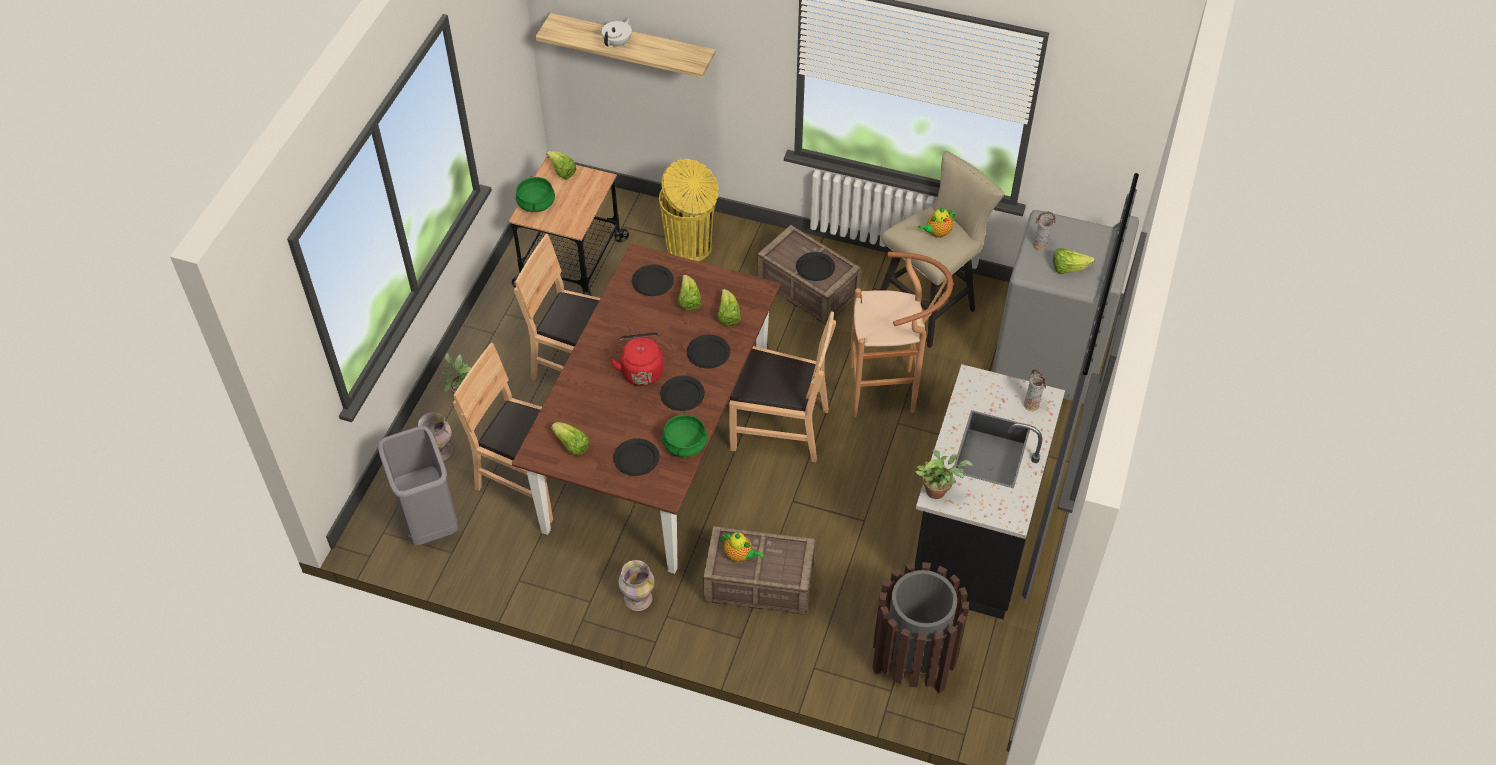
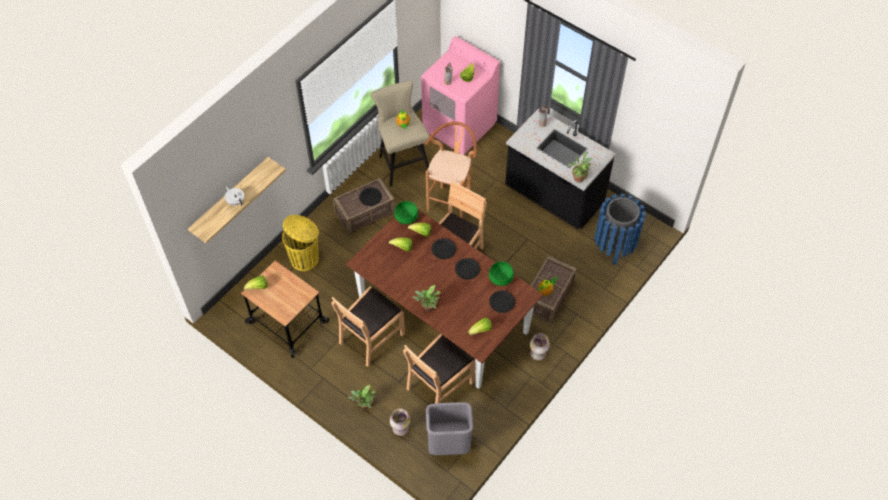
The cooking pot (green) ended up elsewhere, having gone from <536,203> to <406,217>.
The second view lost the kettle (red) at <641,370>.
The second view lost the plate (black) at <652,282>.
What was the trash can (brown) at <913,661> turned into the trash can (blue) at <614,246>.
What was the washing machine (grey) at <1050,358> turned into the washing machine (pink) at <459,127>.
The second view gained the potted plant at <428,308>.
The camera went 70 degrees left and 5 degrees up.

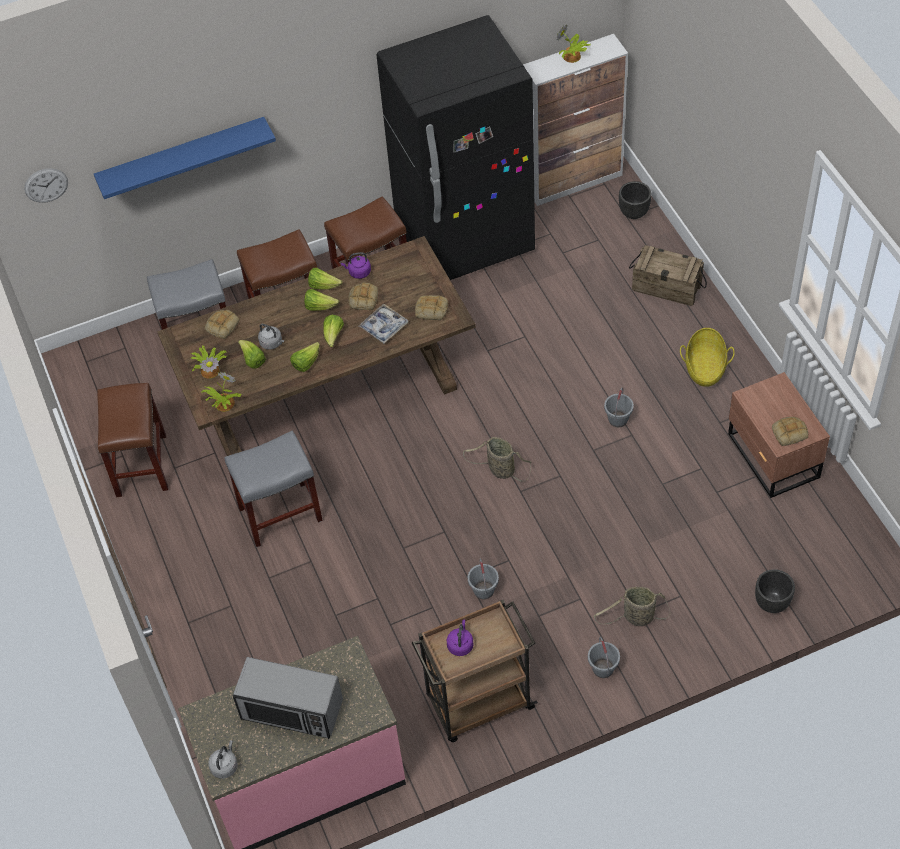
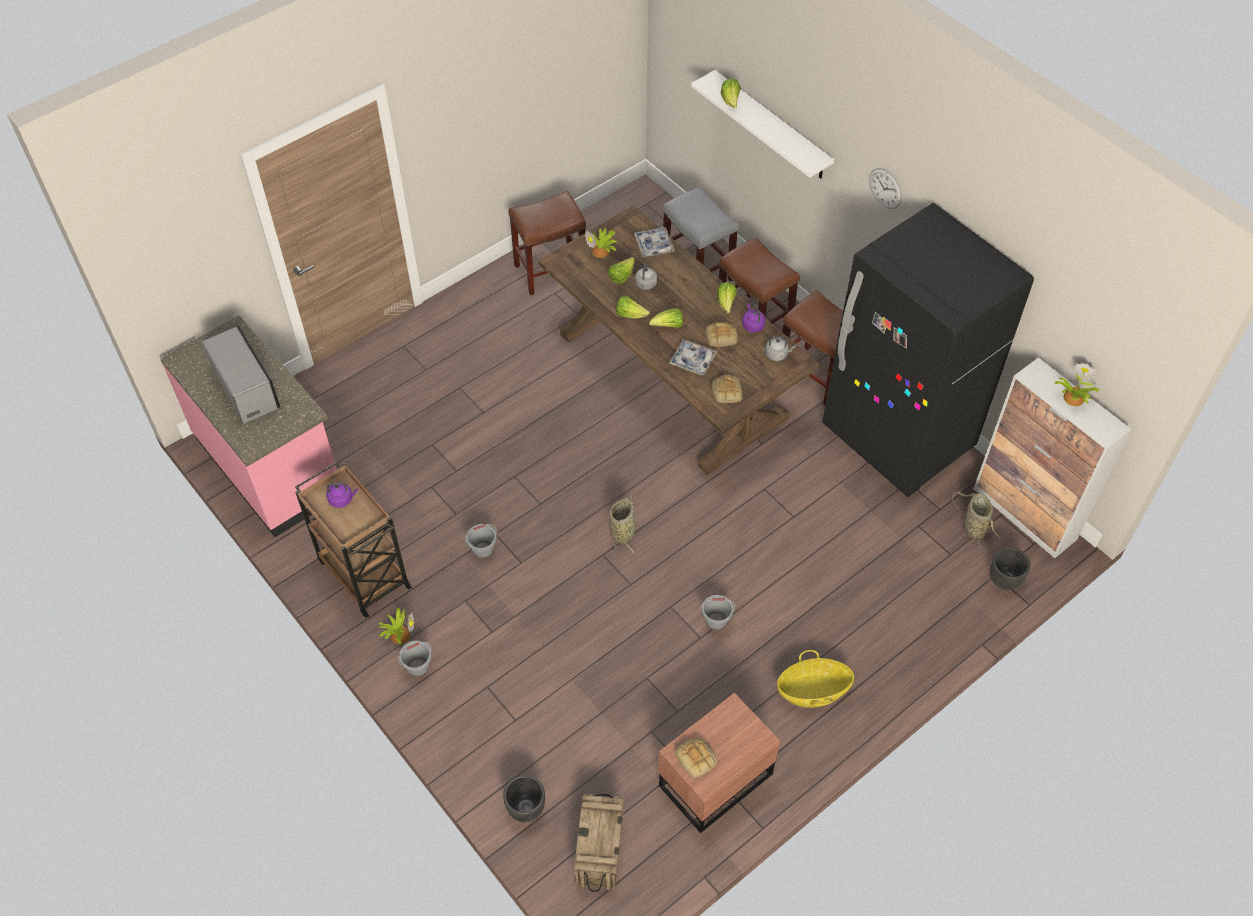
The wall clock ended up elsewhere, having gone from <46,185> to <885,188>.
What was the shelf (blue) at <182,156> turned into the shelf (white) at <771,126>.
The potted plant ended up elsewhere, having gone from <223,404> to <399,634>.
Where the bread stood at <222,325>, the tray came to stand at <654,245>.
The kettle (grey) ended up elsewhere, having gone from <225,766> to <777,354>.
The second view lost the stool (grey) at <279,515>.
The microwave at <292,710> ended up facing another way, 150 degrees clockwise from before.
The lettuce ended up elsewhere, having gone from <320,307> to <730,101>.
The basket ended up elsewhere, having gone from <636,617> to <972,527>.
The crate ended up elsewhere, having gone from <666,287> to <600,850>.
The camera went 70 degrees right and 0 degrees up.

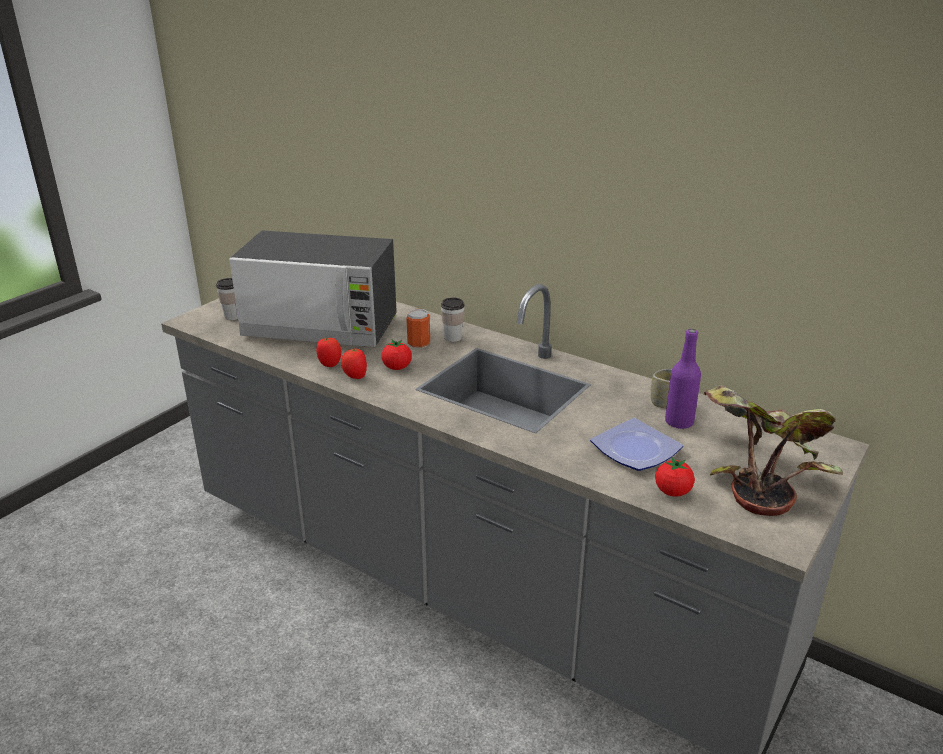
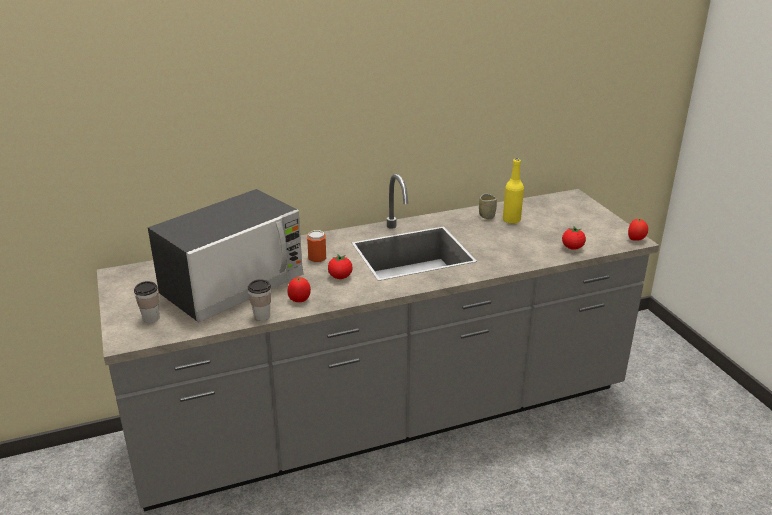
The tomato ended up elsewhere, having gone from <355,377> to <636,239>.
The cup ended up elsewhere, having gone from <453,338> to <262,316>.
The second view lost the plate at <635,451>.
What was the bottle (purple) at <679,422> turned into the bottle (yellow) at <511,220>.
The second view lost the potted plant at <757,474>.
The camera went 55 degrees left and 0 degrees up.

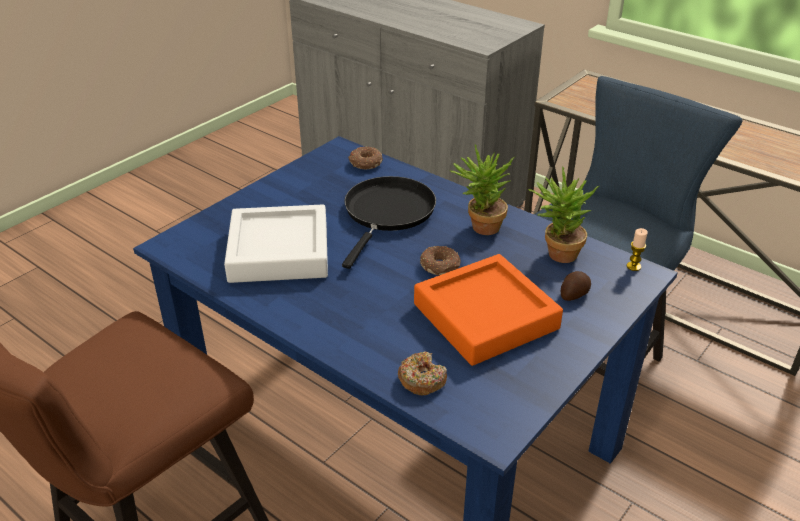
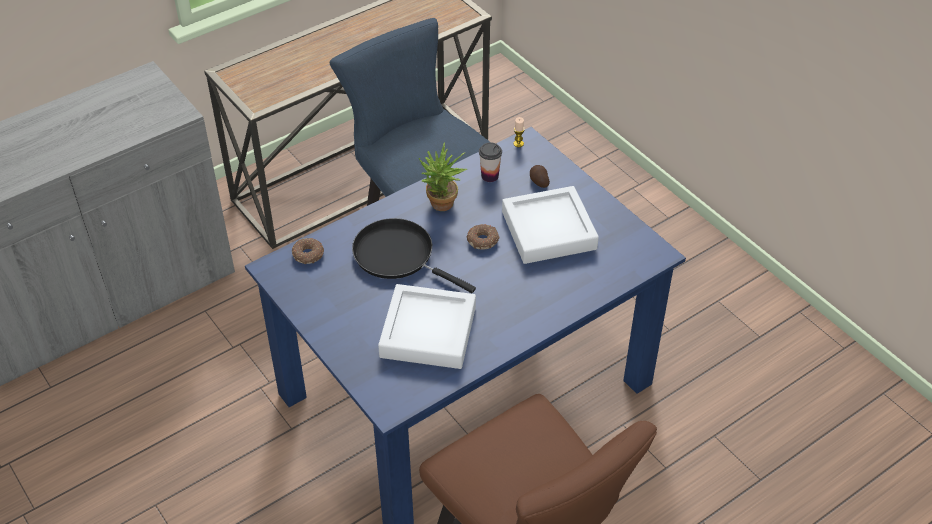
The second view lost the donut at <422,380>.
What was the tray (orange) at <485,316> turned into the tray (white) at <548,230>.
Where the potted plant stood at <556,253>, the cup came to stand at <490,176>.
The camera went 75 degrees left and 10 degrees up.

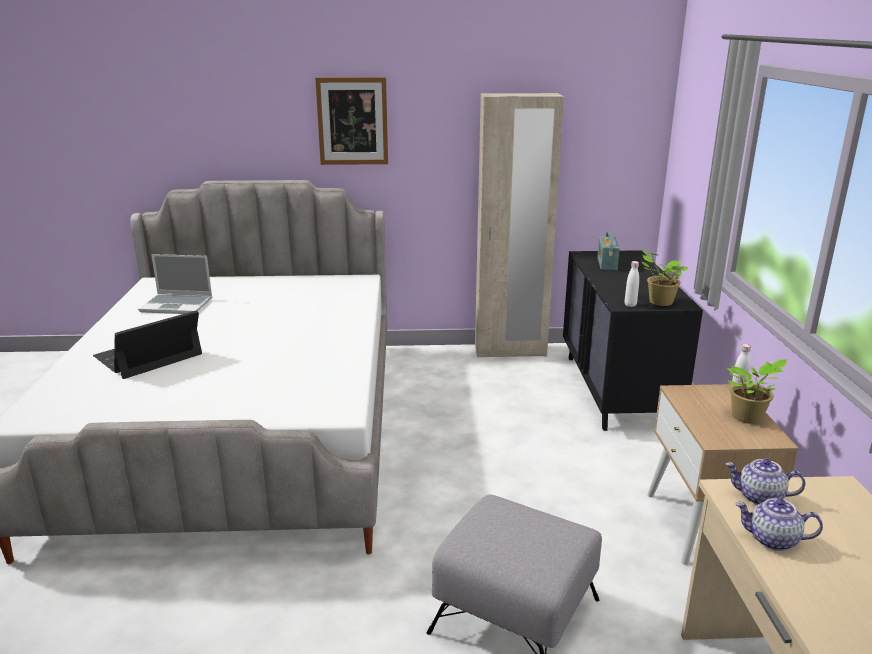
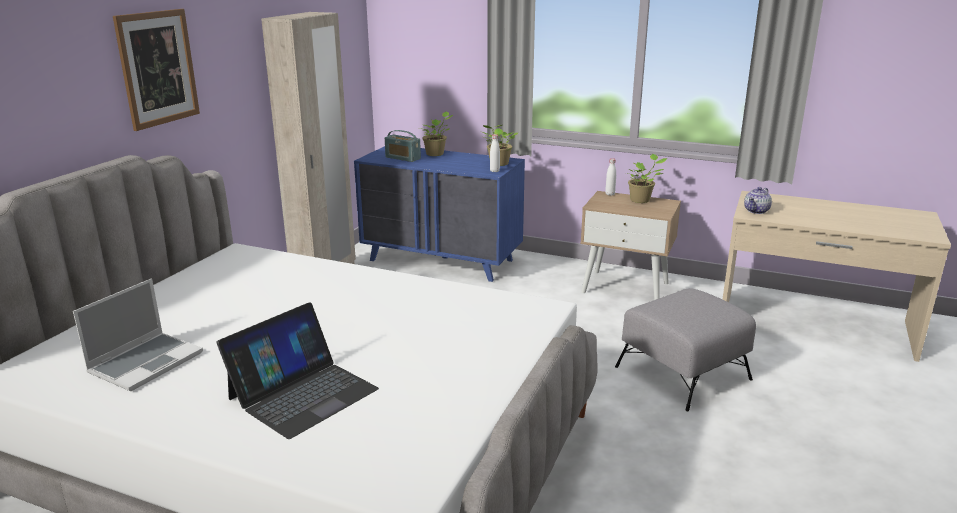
The laptop at <148,355> ended up facing another way, 120 degrees counterclockwise from before.
What was the dresser (black) at <616,391> turned into the dresser (blue) at <442,260>.
The second view lost the teapot at <772,540>.
The second view gained the potted plant at <436,154>.
The camera went 65 degrees left and 0 degrees up.

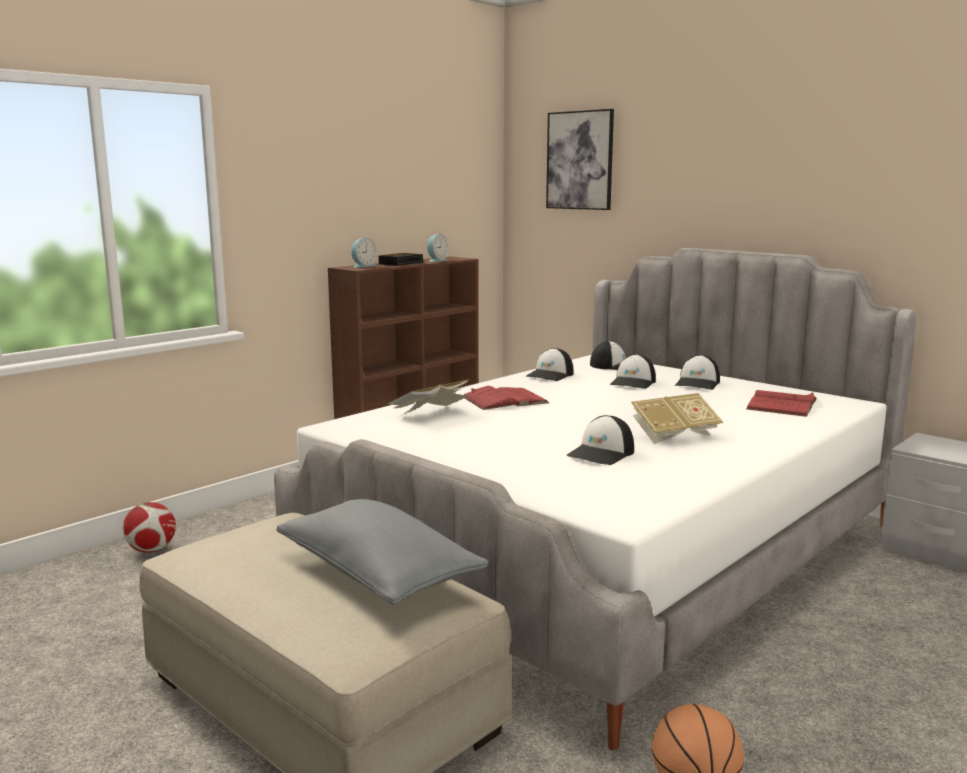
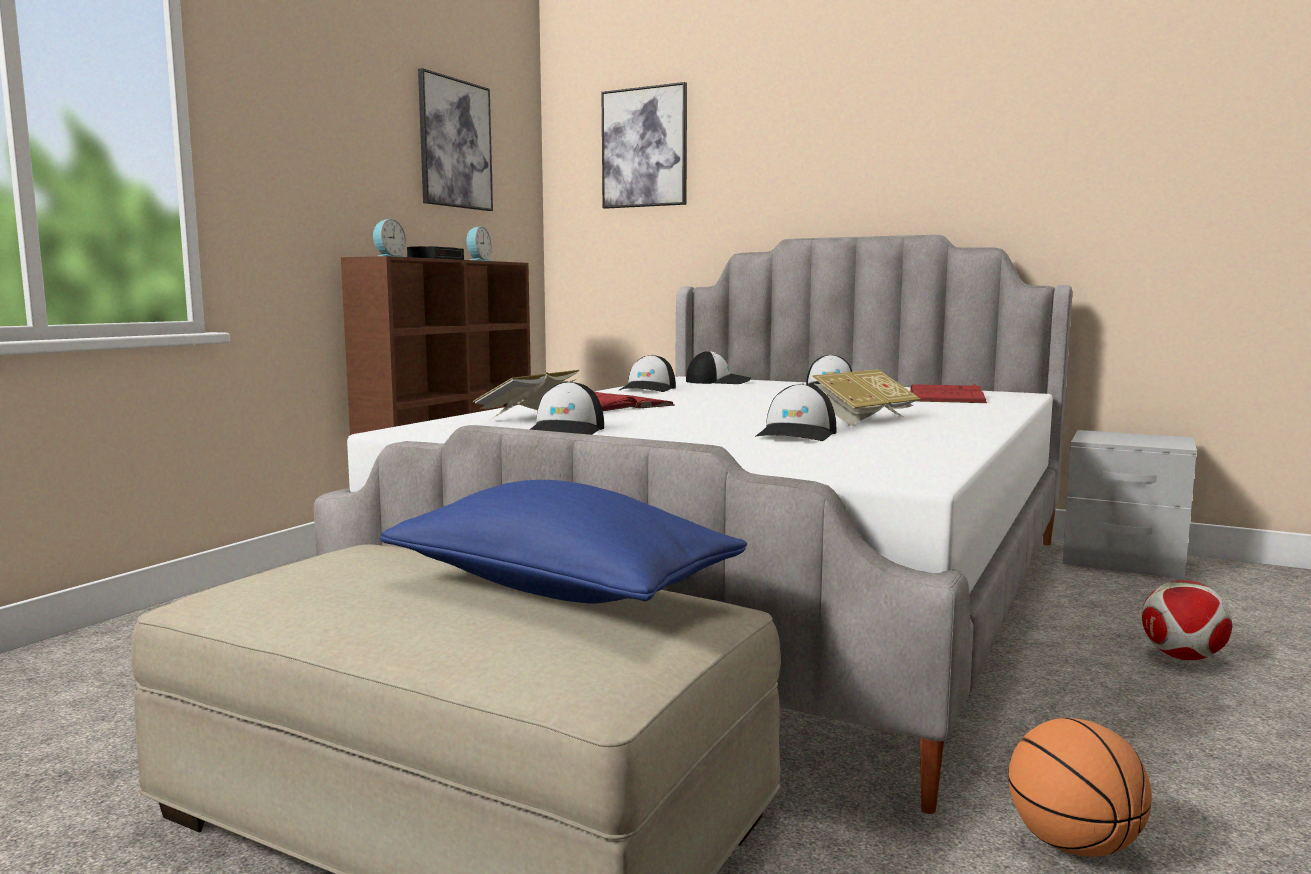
The football ended up elsewhere, having gone from <151,550> to <1182,657>.
What was the pillow (grey) at <378,574> turned into the pillow (blue) at <561,589>.
The cap ended up elsewhere, having gone from <633,383> to <566,431>.
The second view gained the picture at <455,144>.
The camera went 15 degrees left and 5 degrees down.

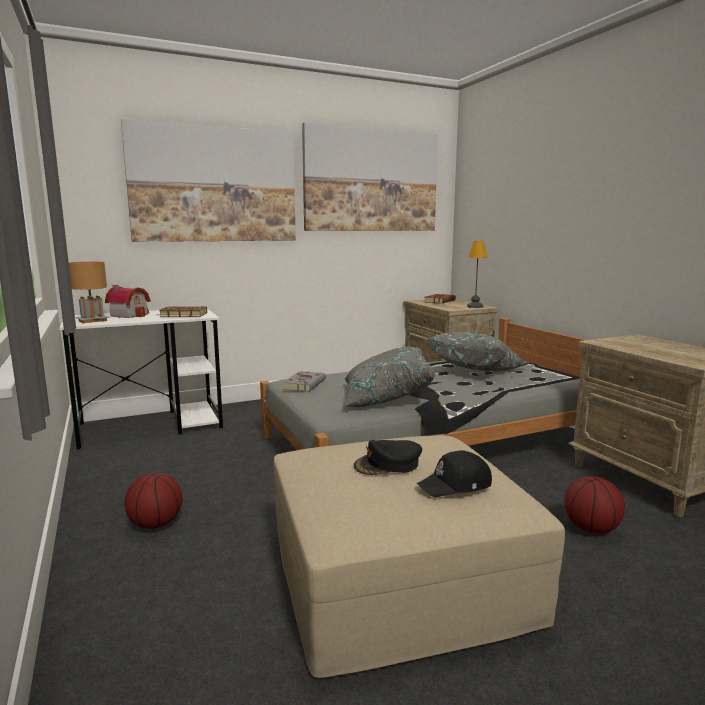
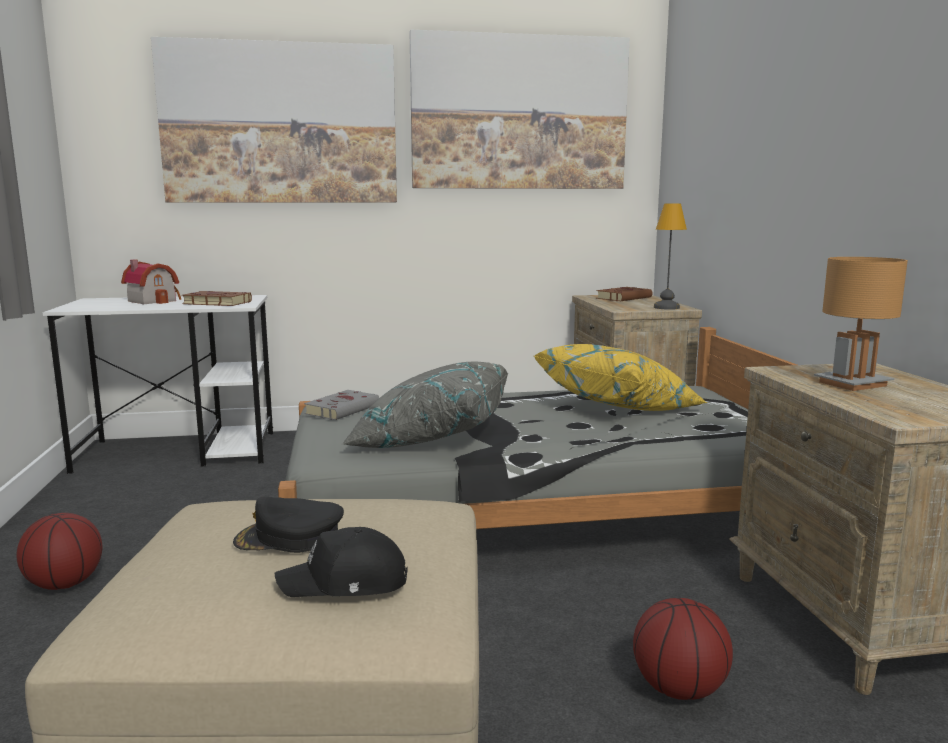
The table lamp (brown) ended up elsewhere, having gone from <92,320> to <853,384>.
What was the pillow (grey) at <476,371> turned into the pillow (yellow) at <619,408>.
The camera went 15 degrees right and 0 degrees up.

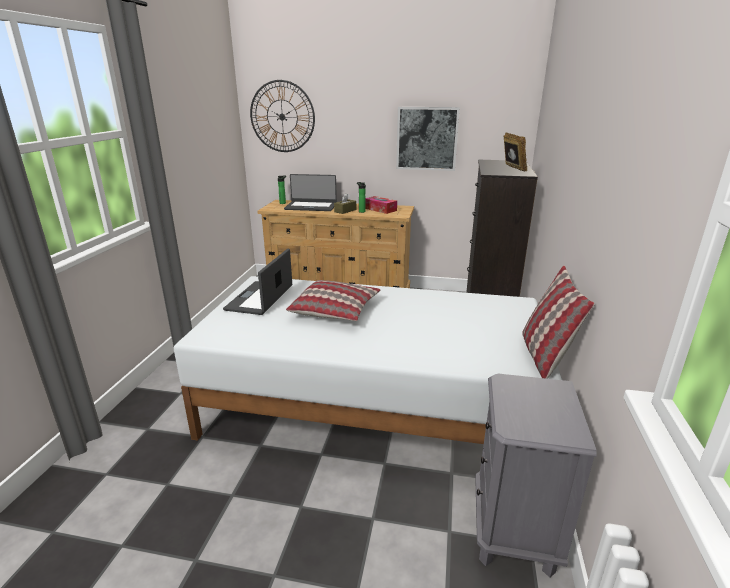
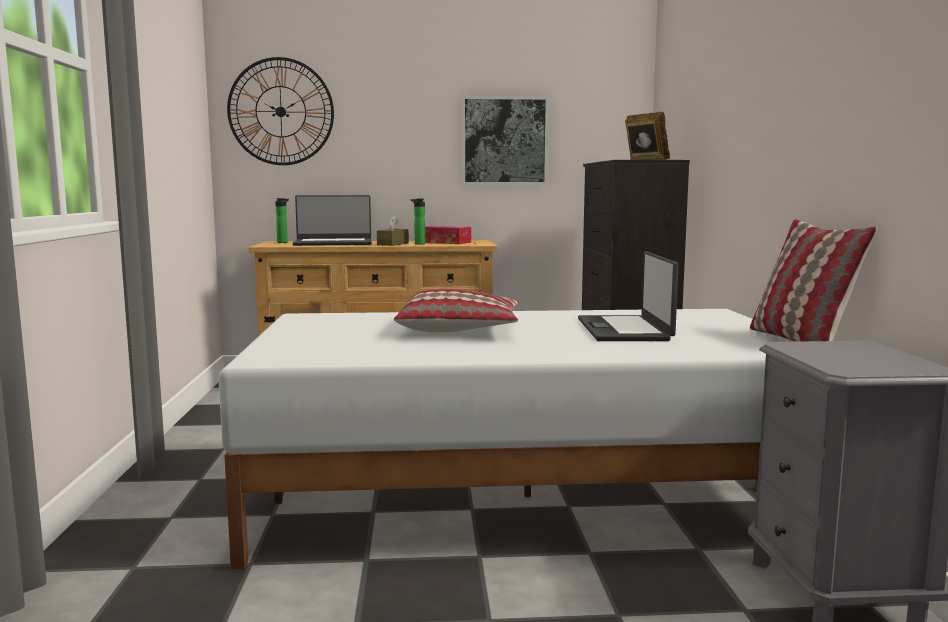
The laptop ended up elsewhere, having gone from <261,298> to <625,329>.
The camera went 15 degrees left and 15 degrees down.

